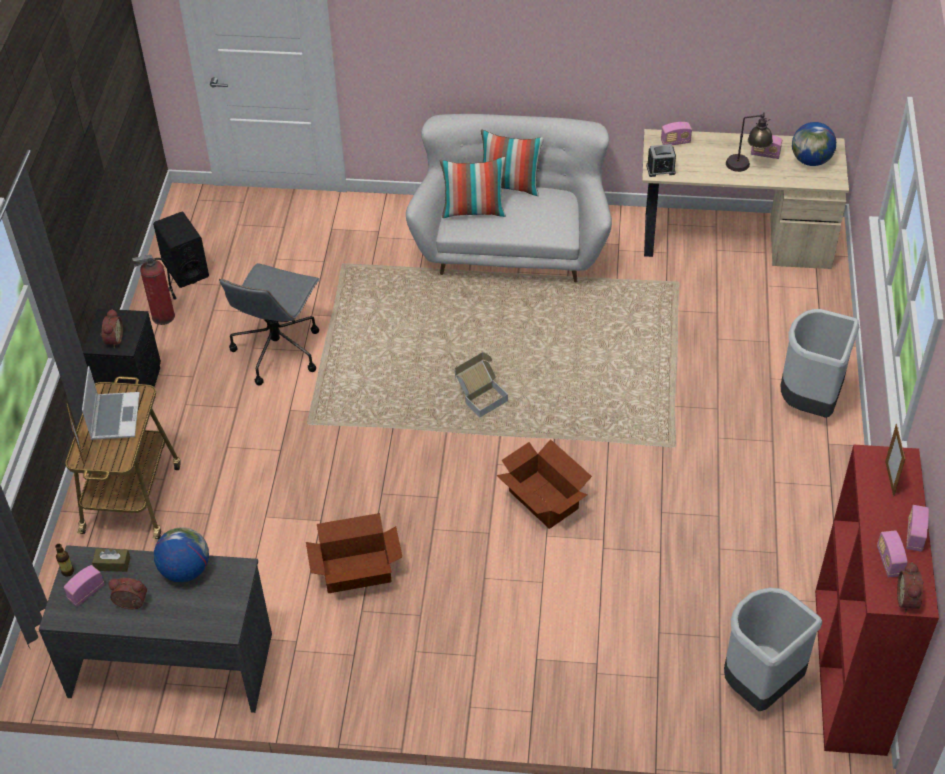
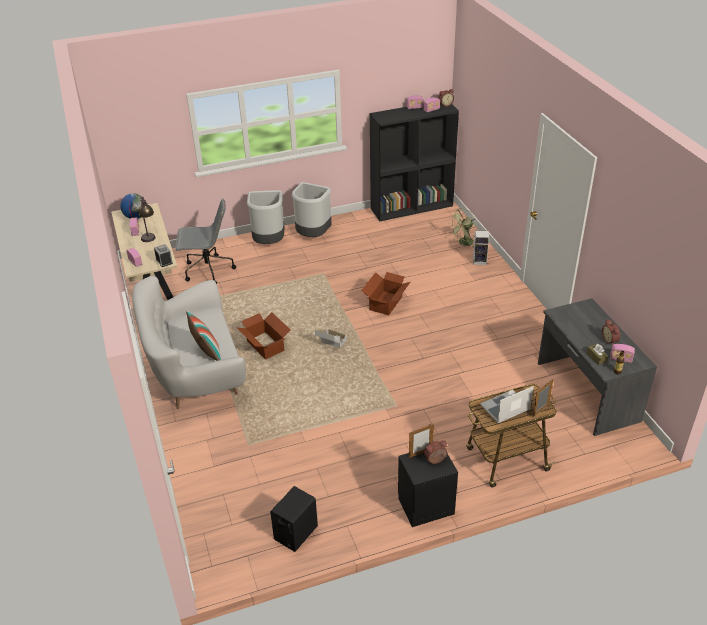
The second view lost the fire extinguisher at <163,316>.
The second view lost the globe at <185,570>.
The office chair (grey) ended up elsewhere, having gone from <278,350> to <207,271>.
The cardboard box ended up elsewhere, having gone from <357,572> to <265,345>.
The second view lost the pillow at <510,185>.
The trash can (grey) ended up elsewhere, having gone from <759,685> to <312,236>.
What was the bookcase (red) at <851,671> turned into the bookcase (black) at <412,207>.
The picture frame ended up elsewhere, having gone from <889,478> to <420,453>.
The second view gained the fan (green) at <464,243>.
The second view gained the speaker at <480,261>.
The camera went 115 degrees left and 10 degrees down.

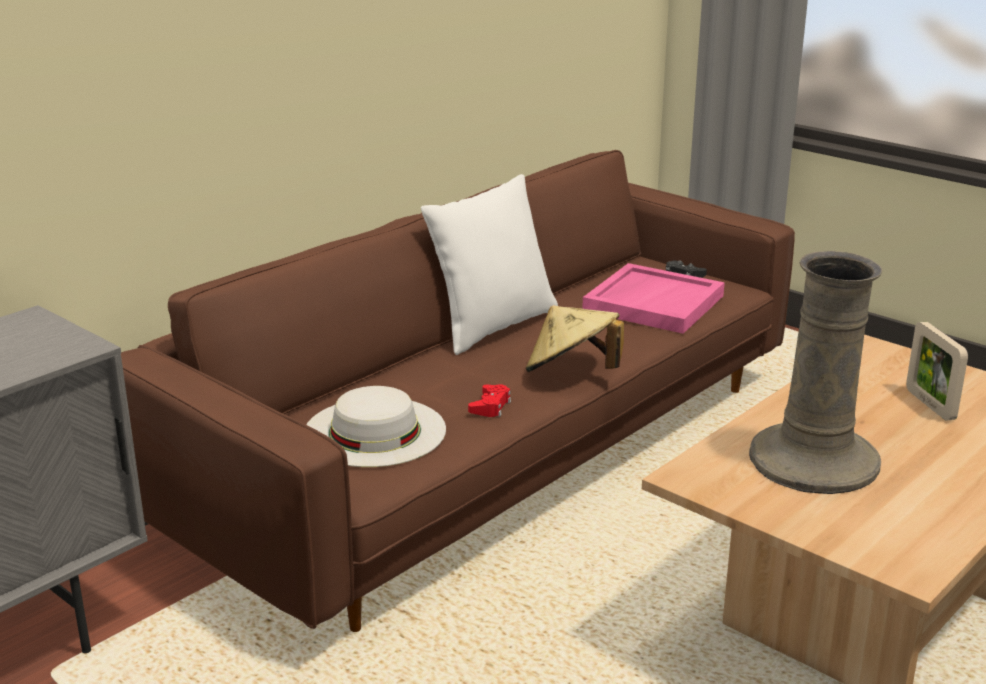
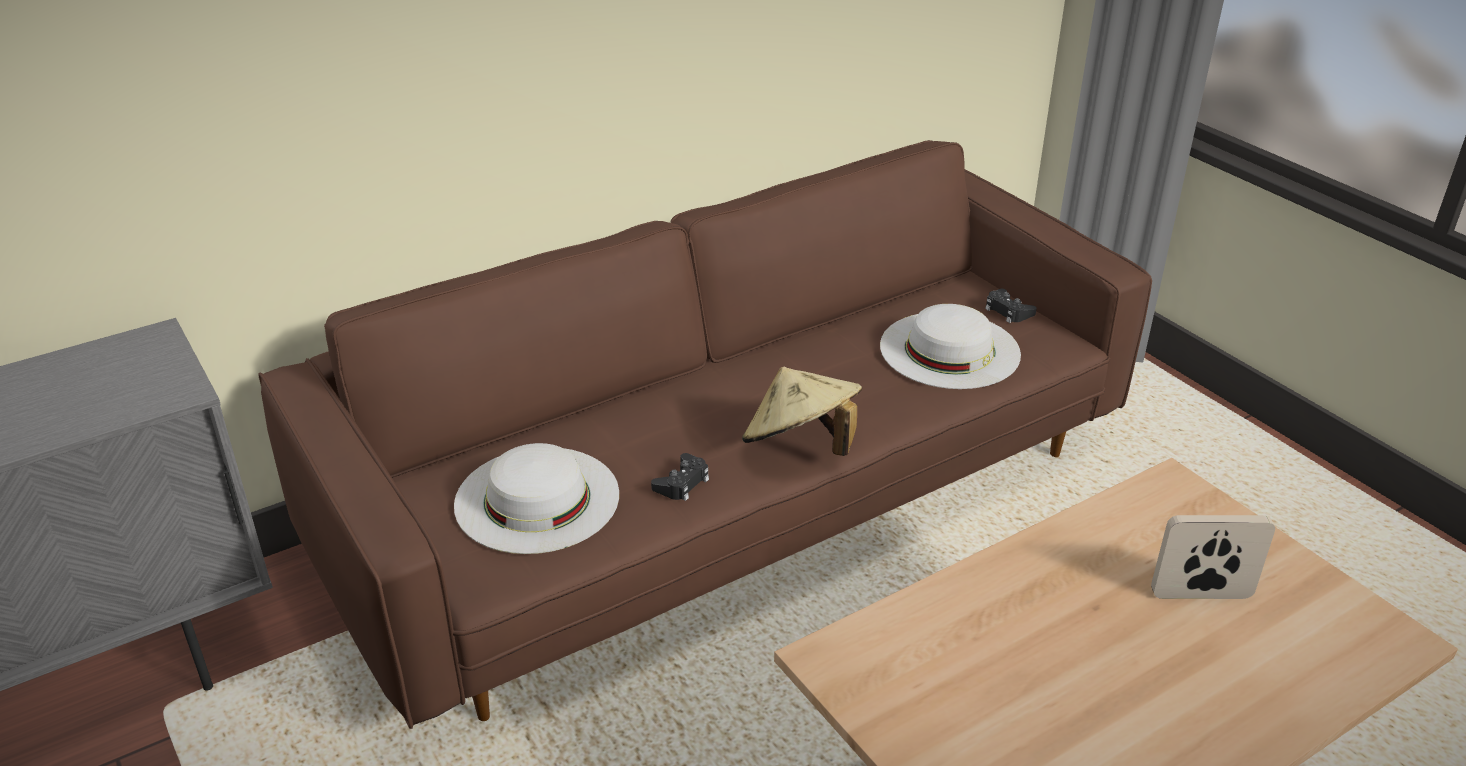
The second view lost the pillow (white) at <492,326>.
What was the game controller (red) at <490,406> turned into the game controller (black) at <682,483>.
Where the tray (pink) stood at <653,303>, the hat (white) came to stand at <950,349>.
The second view lost the vase (beige) at <812,460>.
The picture frame at <930,405> ended up facing another way, 90 degrees clockwise from before.
The camera went 15 degrees right and 10 degrees up.

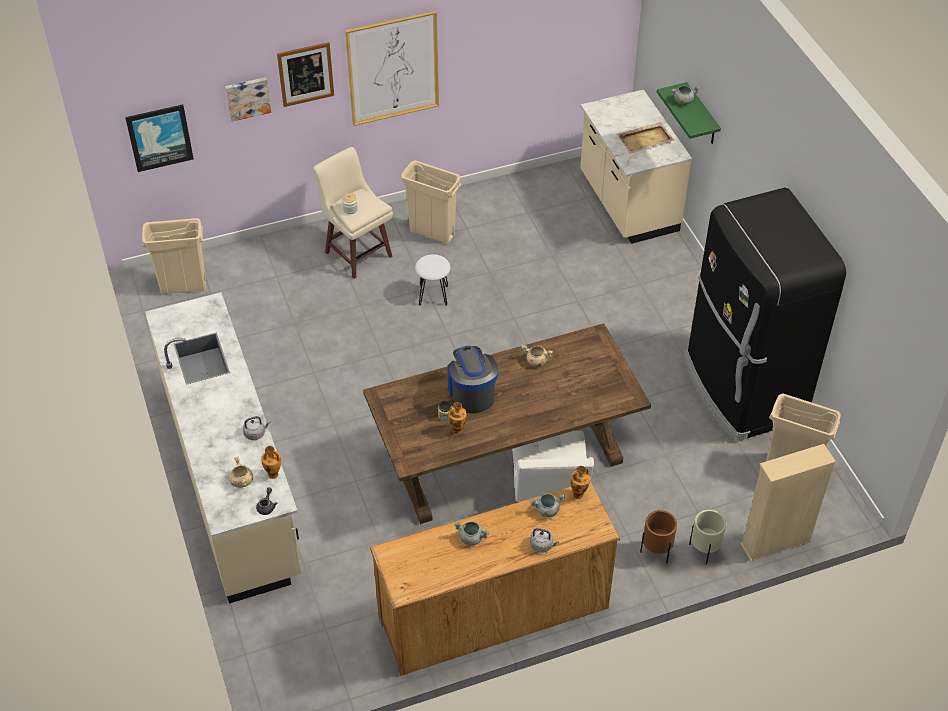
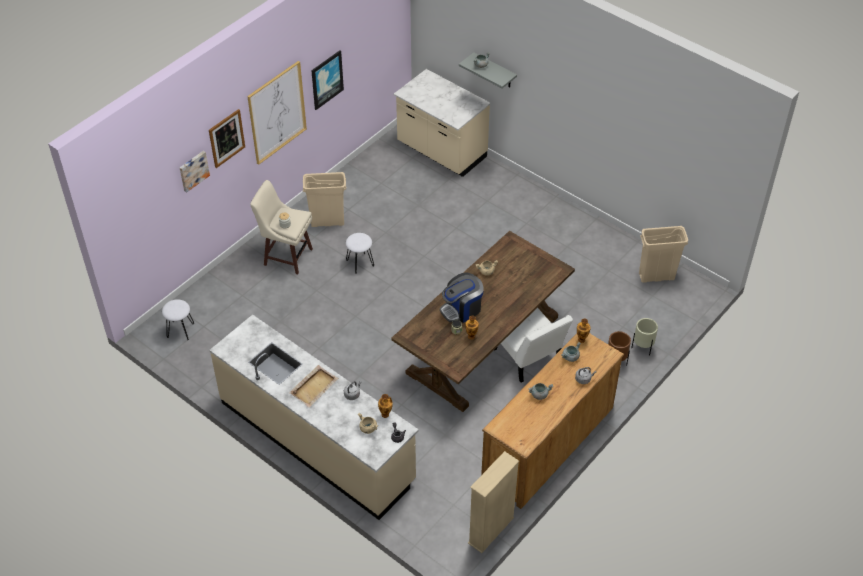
The picture ended up elsewhere, having gone from <159,137> to <326,79>.
Where the trash can (beige) stood at <183,287>, the stool (white) came to stand at <180,330>.
The coffee machine at <471,393> ended up facing another way, 75 degrees counterclockwise from before.
The tray (beige) ended up elsewhere, having gone from <645,139> to <314,387>.
What was the shelf (green) at <702,115> turned into the shelf (grey) at <494,71>.
The second view lost the fridge (black) at <741,390>.
The bookcase (beige) ended up elsewhere, having gone from <775,543> to <491,530>.
The camera went 30 degrees left and 0 degrees up.

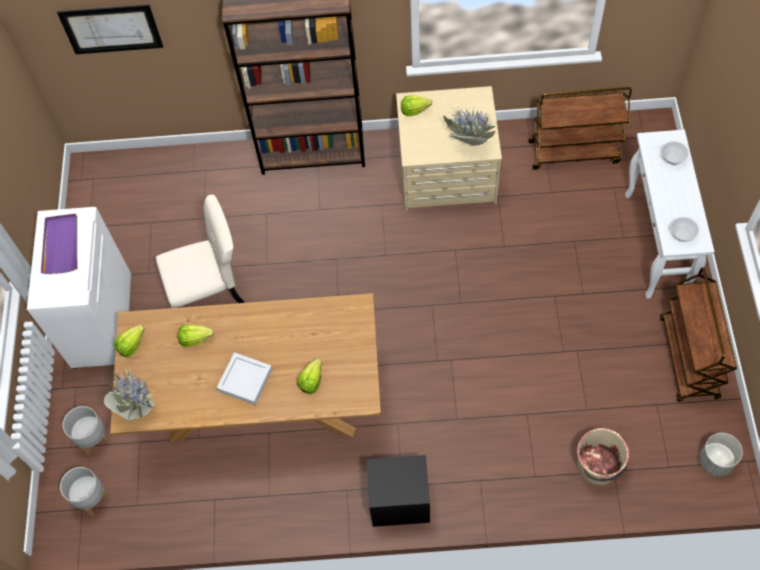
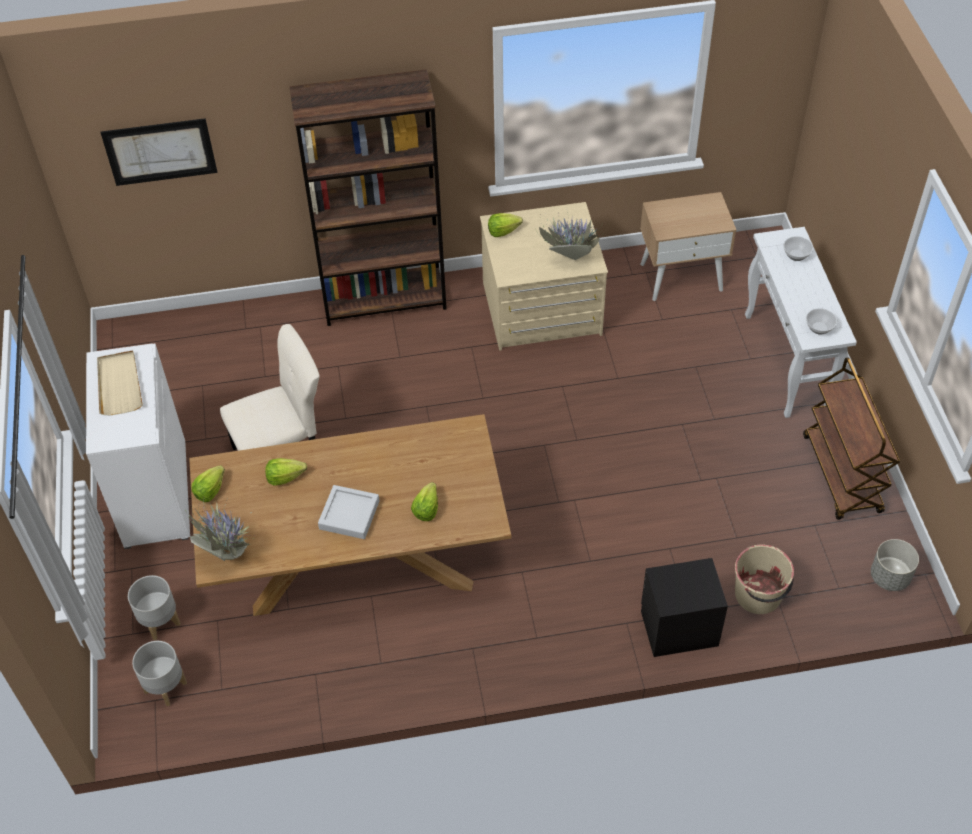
What was the tray (purple) at <61,245> turned into the tray (beige) at <119,385>.
The nightstand (black) ended up elsewhere, having gone from <399,500> to <678,626>.
Where the cart (brown) stood at <574,151>, the nightstand (beige) came to stand at <681,276>.
The camera went 10 degrees left and 10 degrees down.

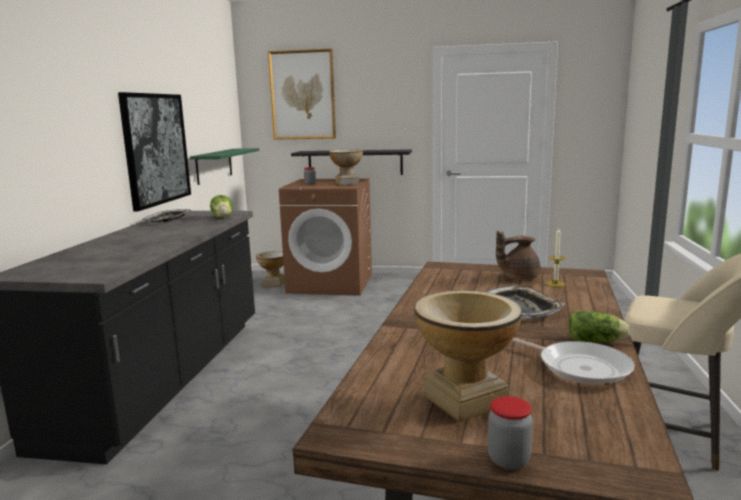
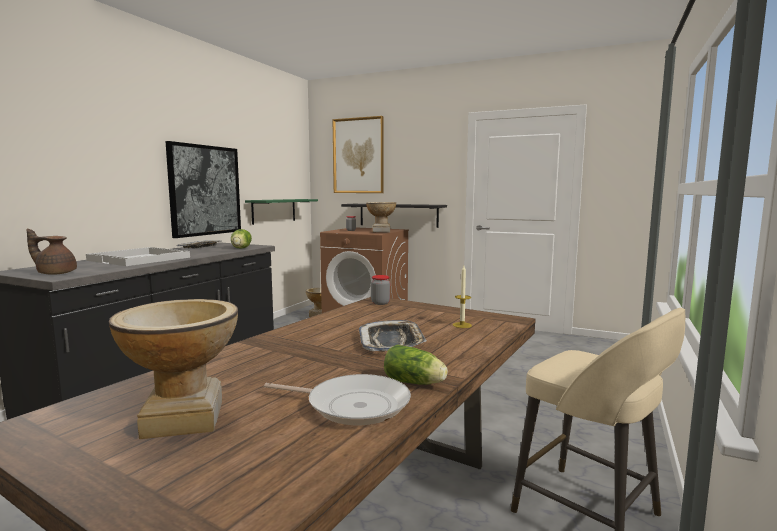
The jar ended up elsewhere, having gone from <508,460> to <380,303>.
The teapot (brown) ended up elsewhere, having gone from <518,277> to <55,273>.
The frying pan at <579,367> ended up facing another way, 45 degrees counterclockwise from before.
The second view gained the tray (white) at <140,259>.
The camera went 15 degrees right and 5 degrees down.

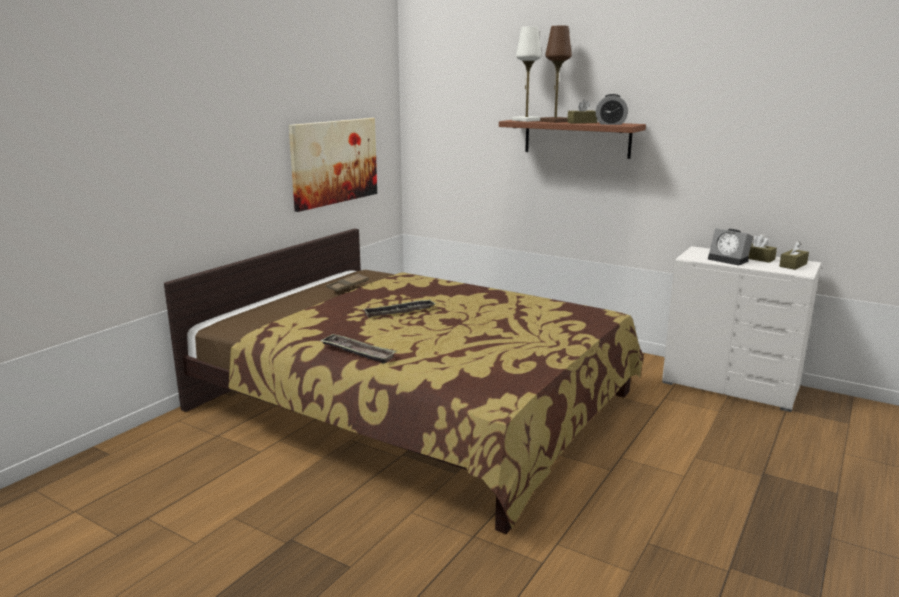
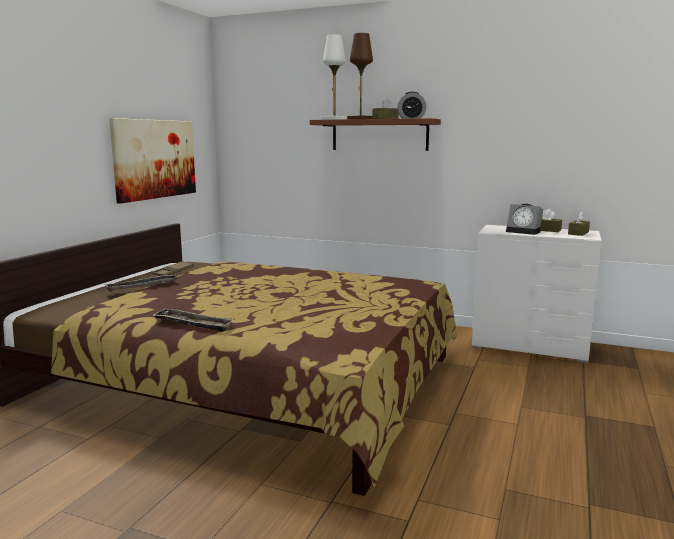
The tray ended up elsewhere, having gone from <399,312> to <142,286>.
The camera went 10 degrees left and 5 degrees down.

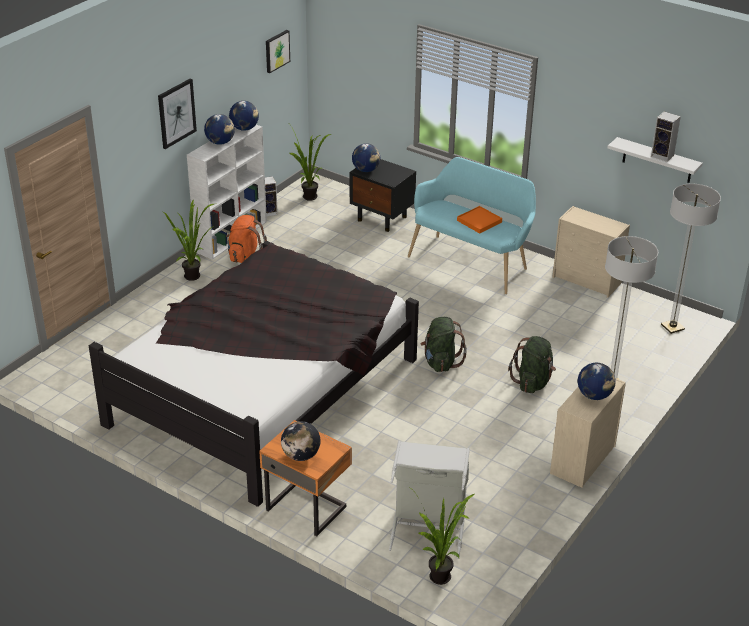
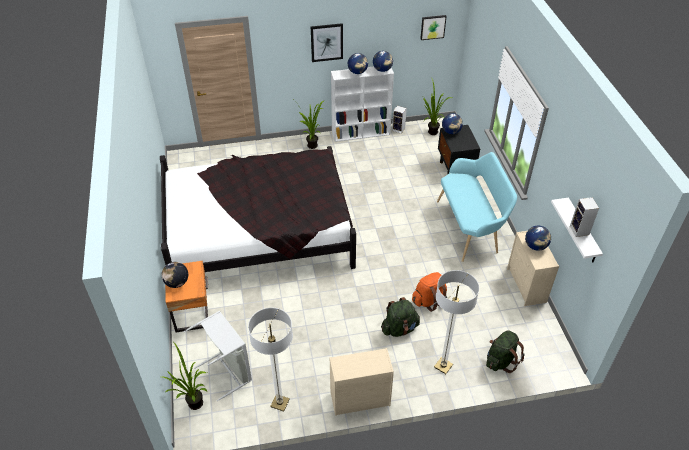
The backpack (orange) ended up elsewhere, having gone from <245,256> to <429,300>.
The backpack (green) ended up elsewhere, having gone from <441,362> to <501,360>.
The second view lost the tray (orange) at <479,221>.
The globe ended up elsewhere, having gone from <594,395> to <535,246>.
The floor lamp ended up elsewhere, having gone from <672,327> to <280,403>.
The camera went 45 degrees right and 10 degrees up.

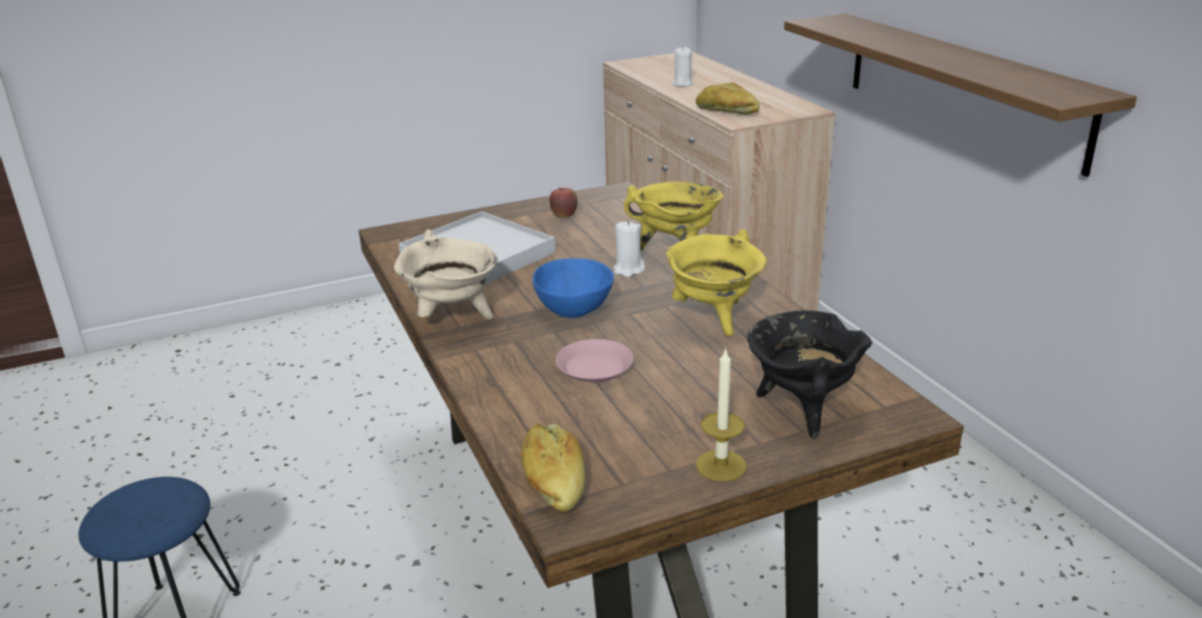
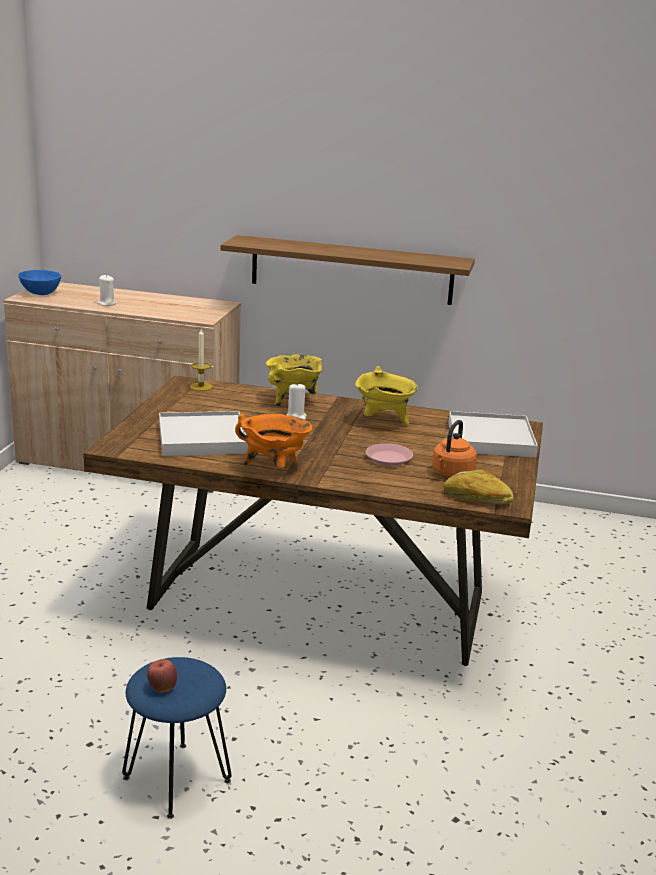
What was the cooking pot (beige) at <452,318> turned into the cooking pot (orange) at <274,468>.
The bowl (blue) ended up elsewhere, having gone from <574,309> to <40,293>.
The apple ended up elsewhere, having gone from <564,216> to <162,688>.
The second view lost the bread at <727,111>.
The candle ended up elsewhere, having gone from <721,465> to <201,387>.
Where the cooking pot (black) stood at <802,409>, the tray (white) came to stand at <490,439>.
The second view gained the kettle (orange) at <451,473>.
The camera went 55 degrees left and 5 degrees down.

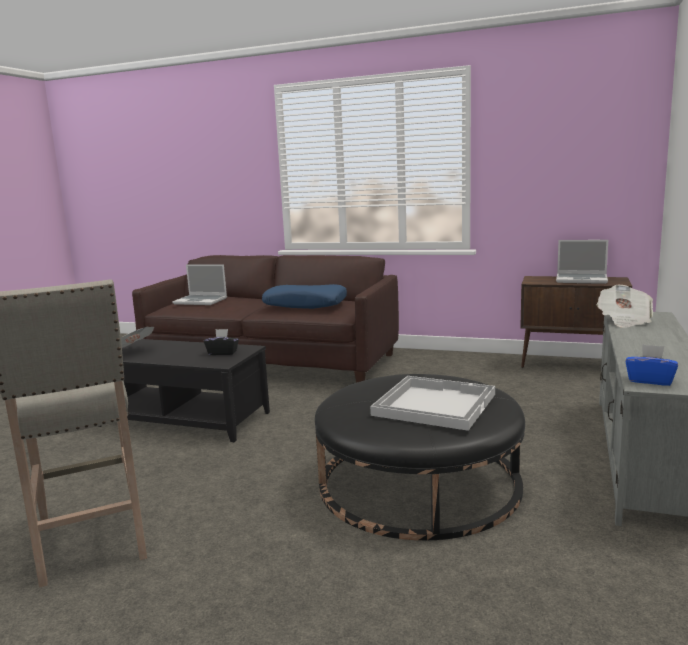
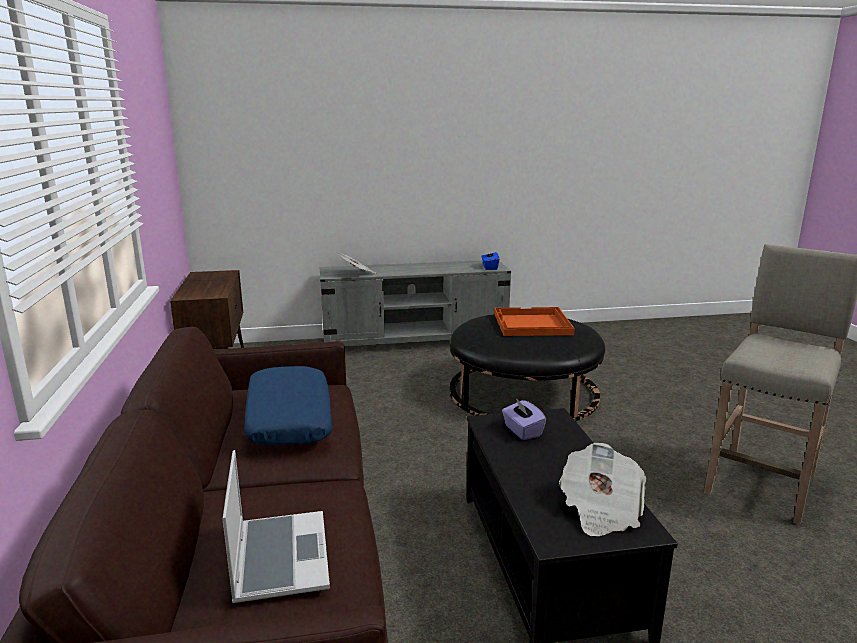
What was the tissue box (black) at <222,353> turned into the tissue box (purple) at <522,431>.
What was the tray (white) at <434,404> turned into the tray (orange) at <531,324>.
The second view lost the laptop at <582,279>.
The camera went 120 degrees left and 5 degrees up.

